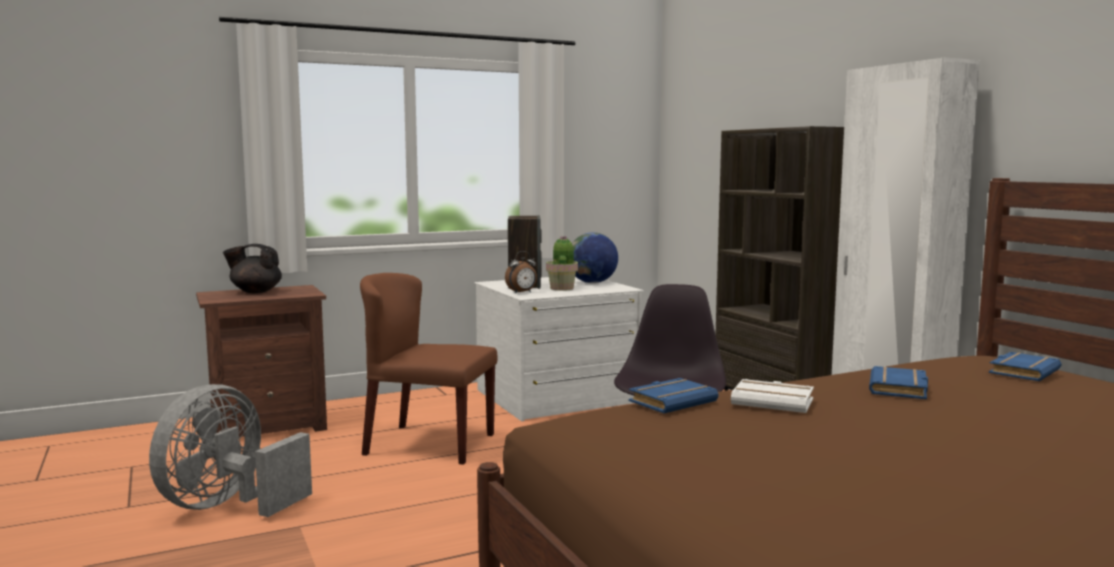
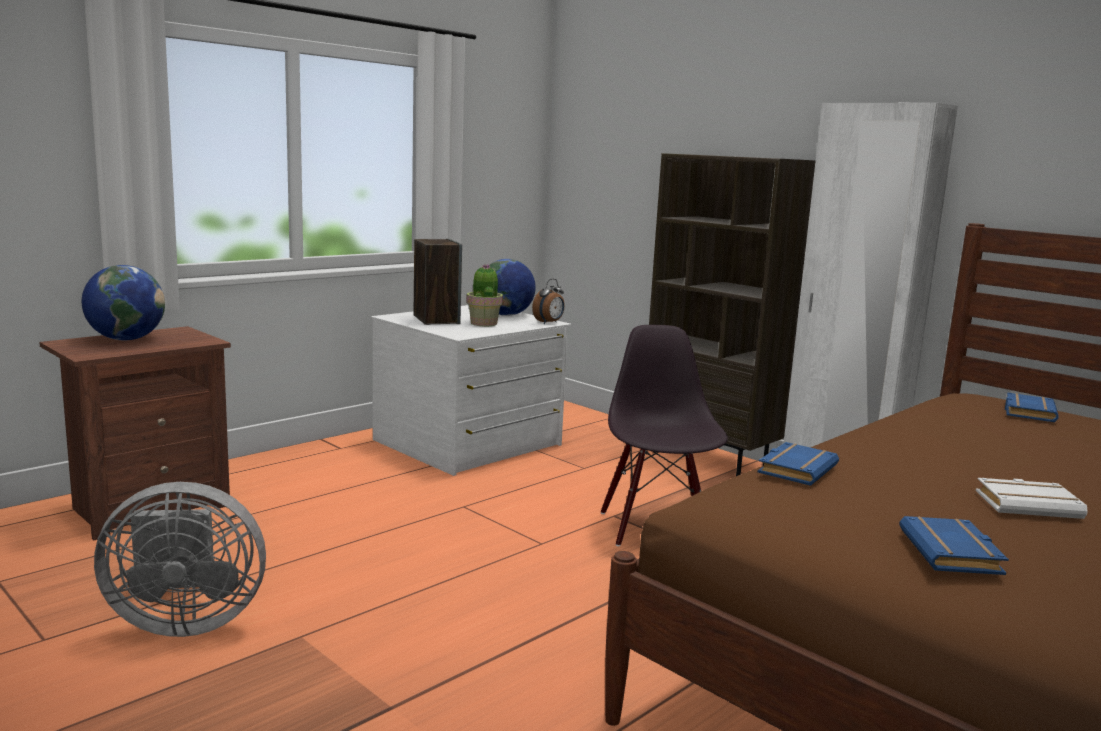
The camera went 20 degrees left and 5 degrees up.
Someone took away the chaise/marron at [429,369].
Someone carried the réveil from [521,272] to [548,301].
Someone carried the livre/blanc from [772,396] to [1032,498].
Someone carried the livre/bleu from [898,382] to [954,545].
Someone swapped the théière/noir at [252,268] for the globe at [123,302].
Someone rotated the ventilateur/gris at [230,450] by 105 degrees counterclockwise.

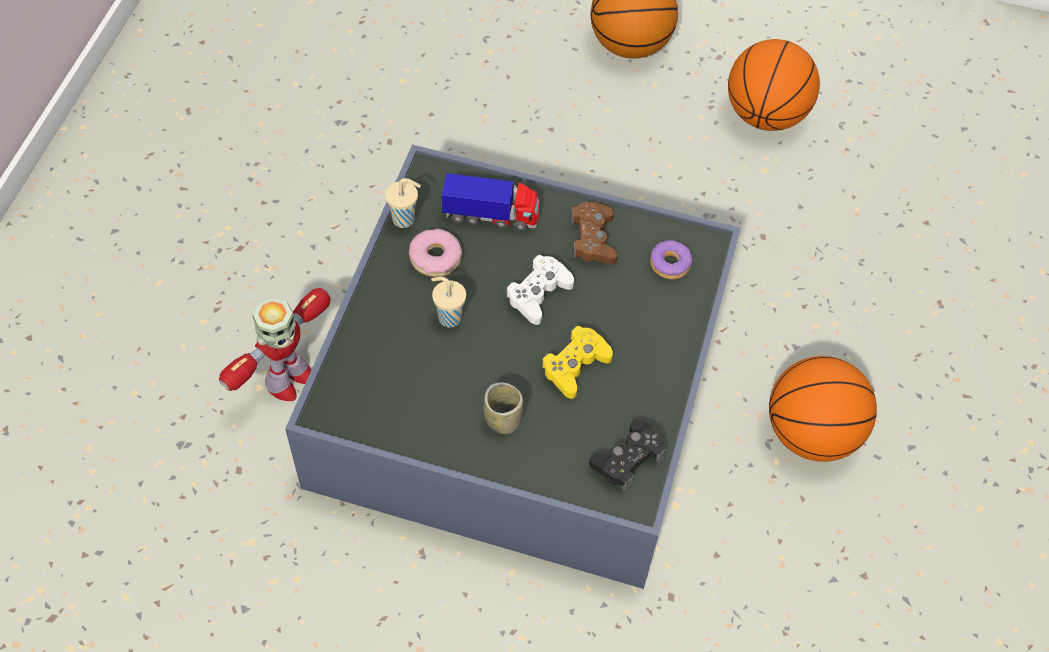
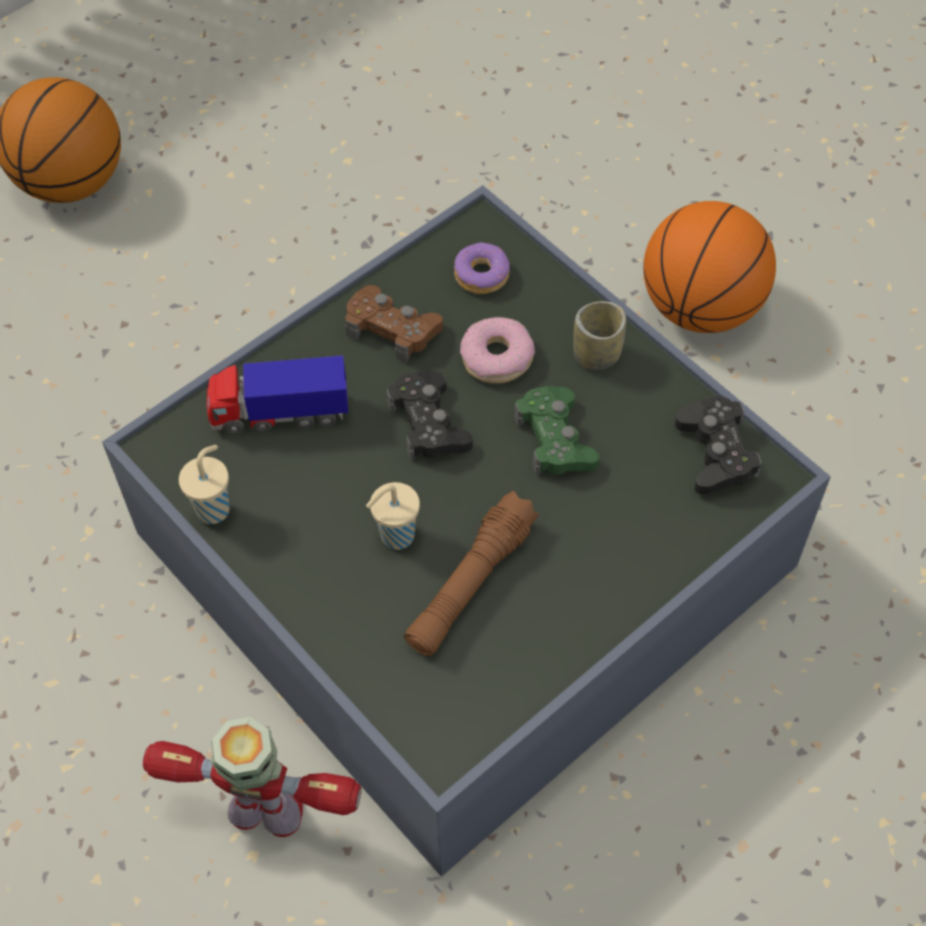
The camera went 55 degrees left and 0 degrees up.
Someone took away the ballon de basket at [774,85].
Someone put down the lampe de poche/marron at [471,573].
Someone carried the beignet from [435,253] to [497,350].
Someone carried the tasse from [503,408] to [599,335].
Someone repainted the manette/blanc at [540,290], which became the manette/noir at [430,415].
Someone repainted the manette/jaune at [577,362], which became the manette/vert at [557,431].
Someone rotated the robot jouet at [275,344] by 60 degrees counterclockwise.
Someone rotated the camion jouet at [490,202] by 135 degrees counterclockwise.

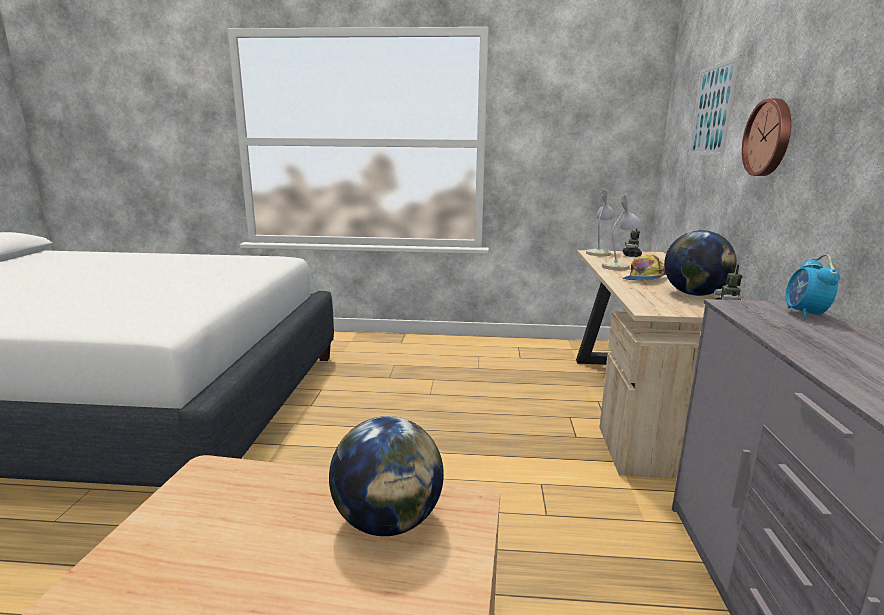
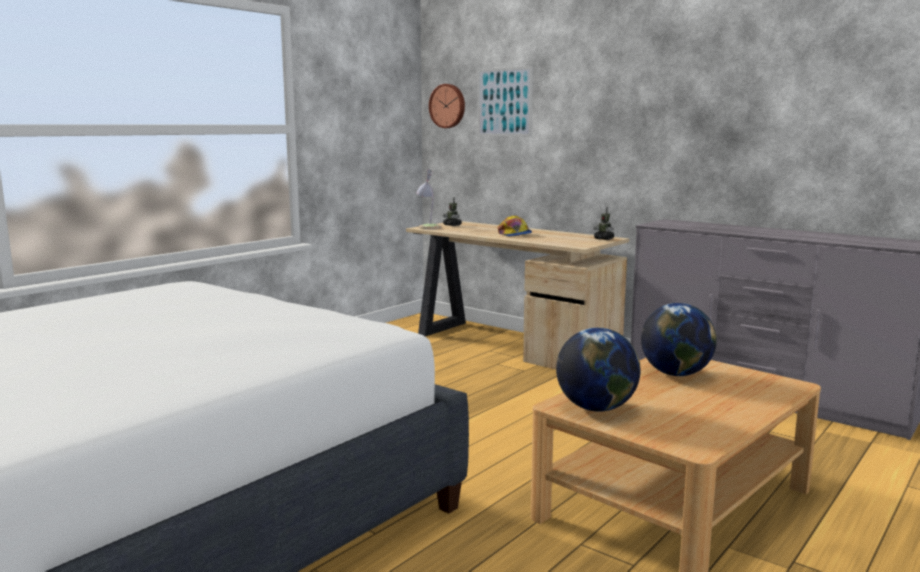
The camera went 55 degrees left and 5 degrees down.
Someone took away the lampe de table at [622,233].
Someone took away the réveil at [813,286].
Someone carried the globe from [700,263] to [598,370].
Someone carried the horloge murale from [766,137] to [447,106].

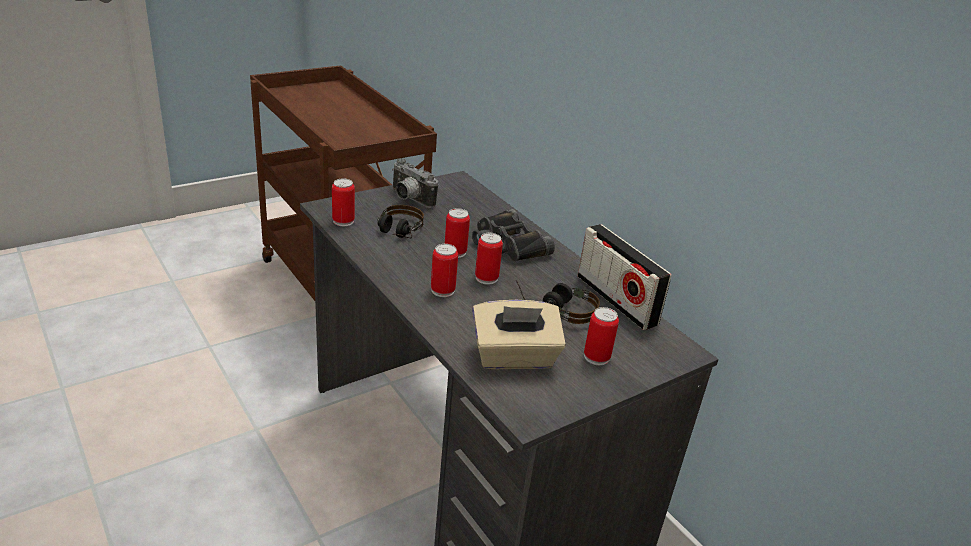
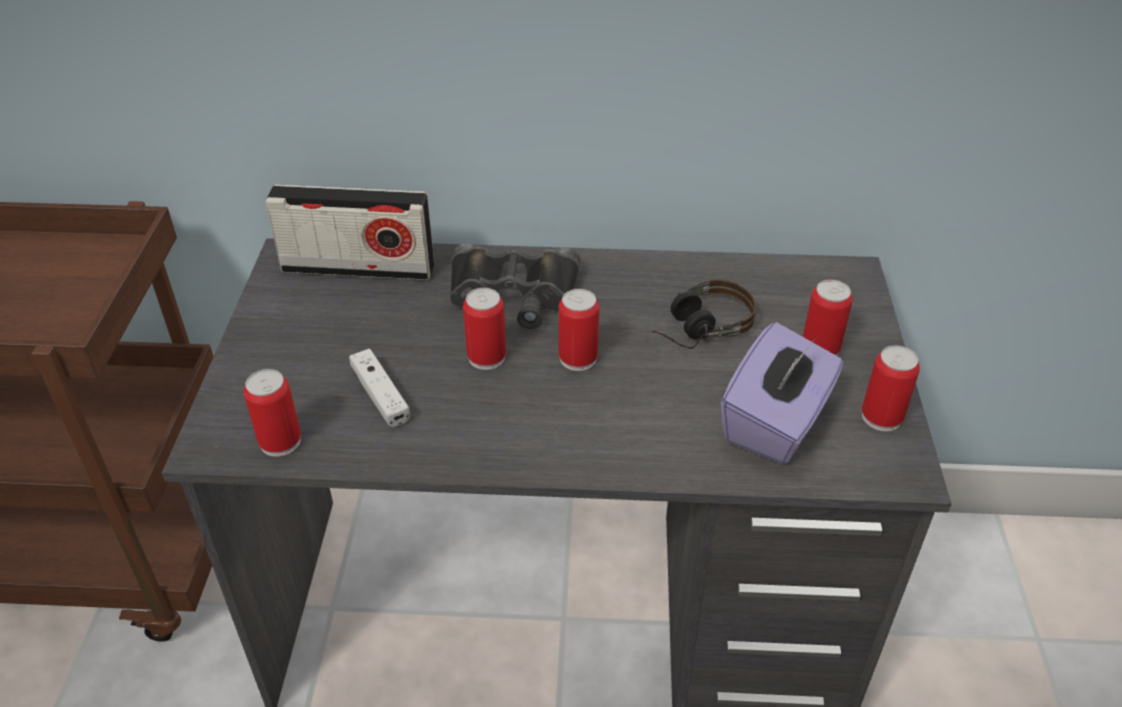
The camera went 50 degrees left and 10 degrees up.
Someone took away the appareil photo at [415,183].
Someone carried the boîte métallique from [444,270] to [891,388].
Someone carried the radio from [625,277] to [350,232].
Someone swapped the casque audio at [400,222] for the manette/blanc at [379,388].
Someone repainted the boîte à mouchoirs/beige at [519,334], which became the boîte à mouchoirs/violet at [782,393].

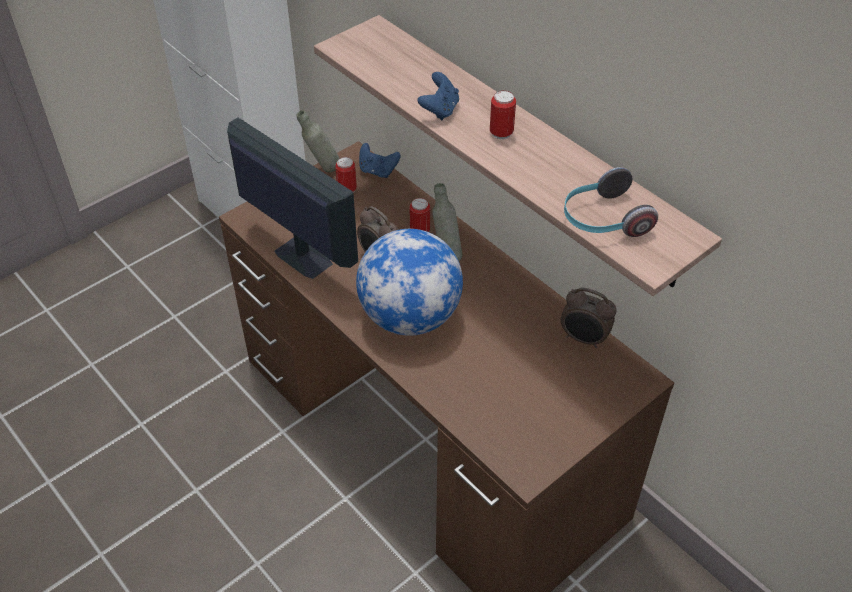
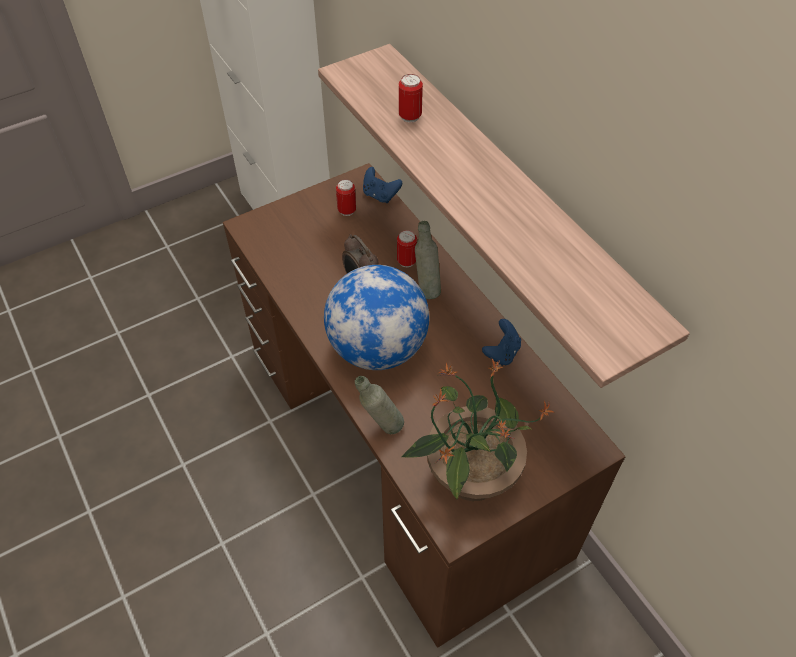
The camera went 10 degrees right and 5 degrees up.
Someone took away the écran d'ordinateur at [292,198].
Someone took away the réveil at [588,318].
Someone took away the casque audio at [611,202].
Someone put down the plante en pot at [477,430].
Someone carried the bouteille/gris from [318,141] to [379,405].
Someone carried the manette/bleu from [438,96] to [501,342].
Someone carried the boîte métallique from [503,115] to [411,98].

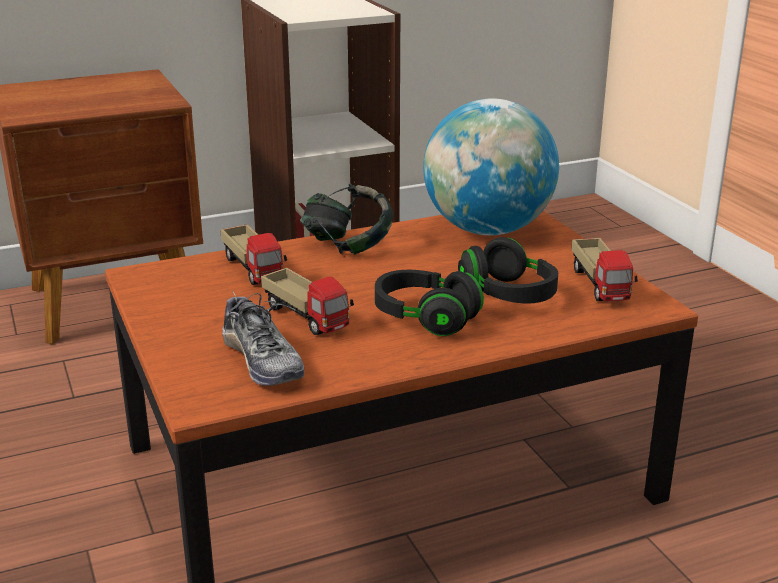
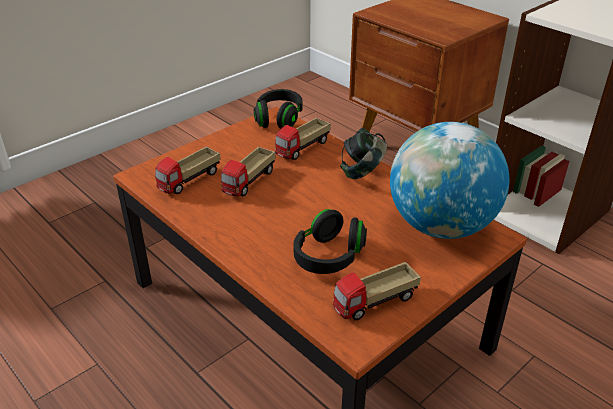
The camera went 70 degrees right and 10 degrees up.
Someone carried the casque audio/noir from [429,303] to [278,109].
Someone swapped the chaussure at [263,338] for the camion jouet at [188,170].

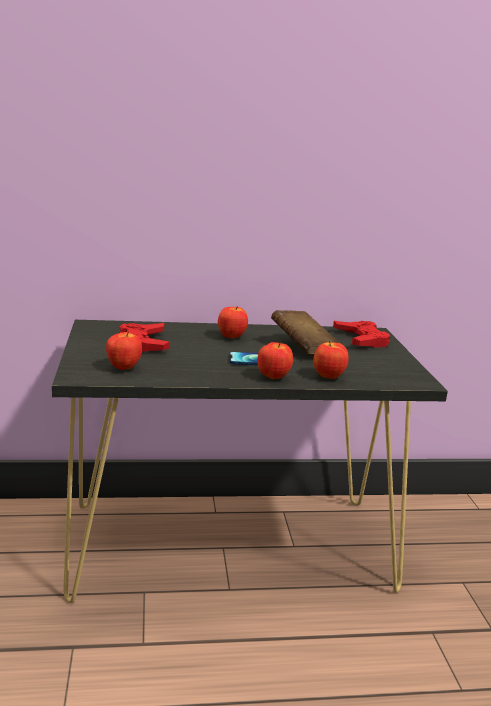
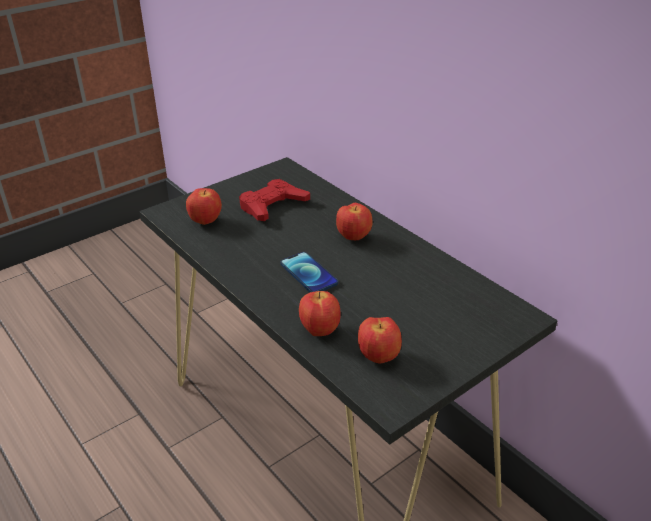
The camera went 60 degrees right and 15 degrees up.
Someone took away the livre/marron at [305,332].
Someone took away the manette/rouge at [361,334].
Someone carried the pomme from [275,360] to [380,340].

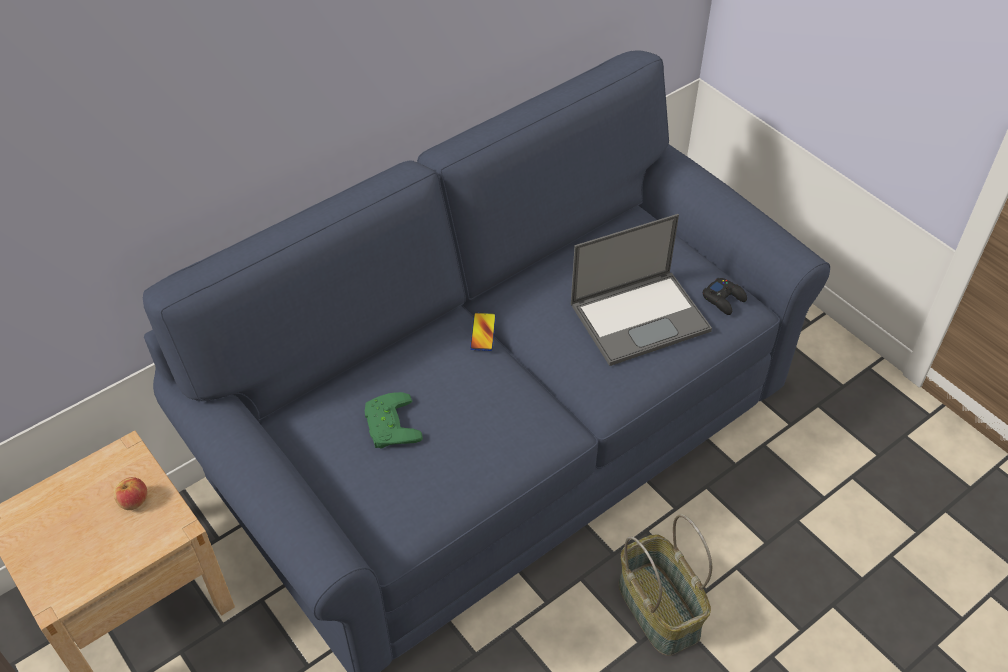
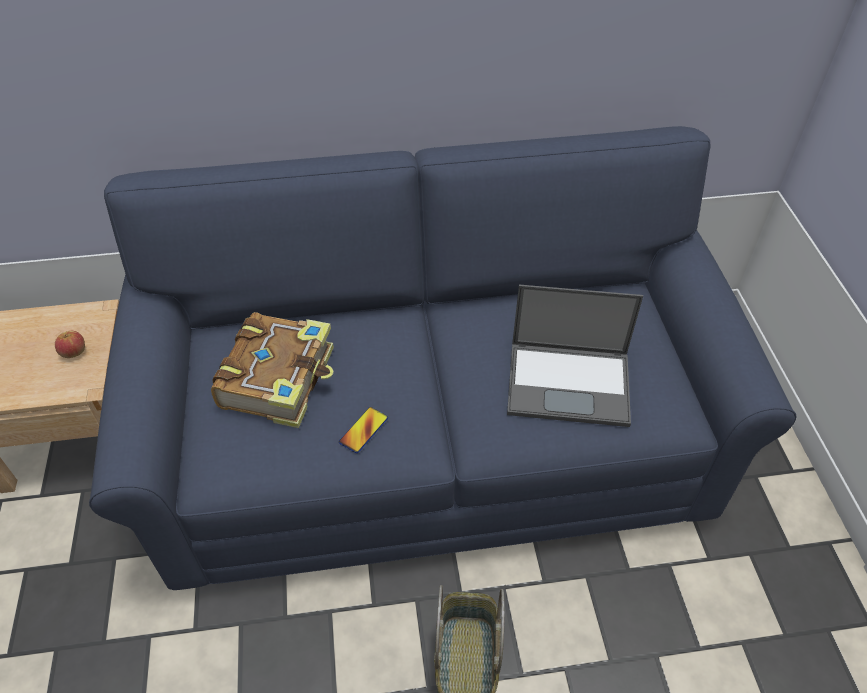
The camera went 30 degrees right and 0 degrees up.
Someone took away the manette/noir at [724,296].
Someone carried the téléphone from [483,332] to [363,430].
Someone swapped the manette/vert at [394,420] for the livre at [272,370].

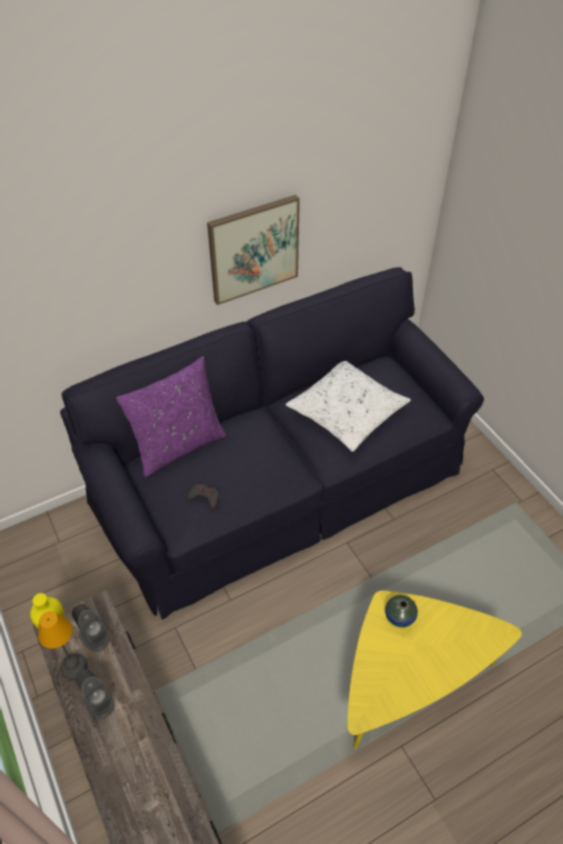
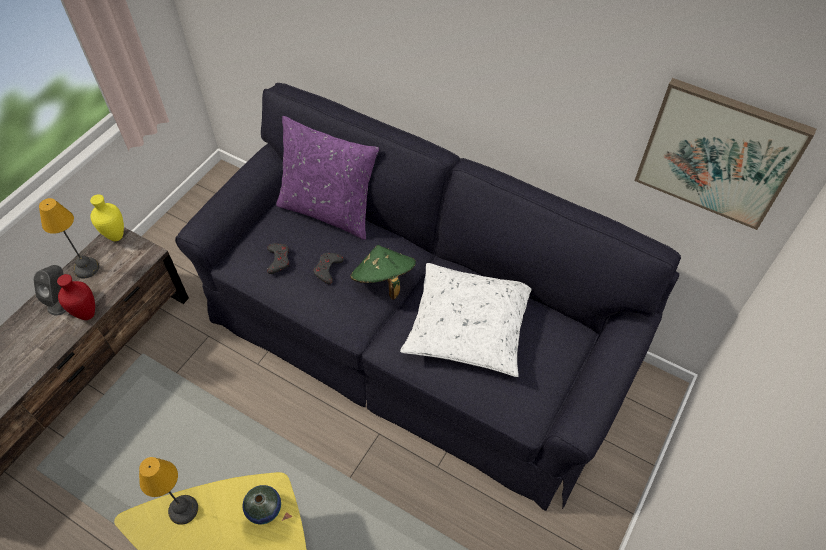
The camera went 60 degrees right and 5 degrees up.
Someone took away the enceinte/gris at [91,628].
Someone put down the vase/rouge at [76,297].
Someone put down the lampe de table at [168,491].
Someone put down the manette/gris at [328,268].
Someone put down the chapeau/vert at [383,272].
Someone carried the tableau from [253,250] to [725,154].

